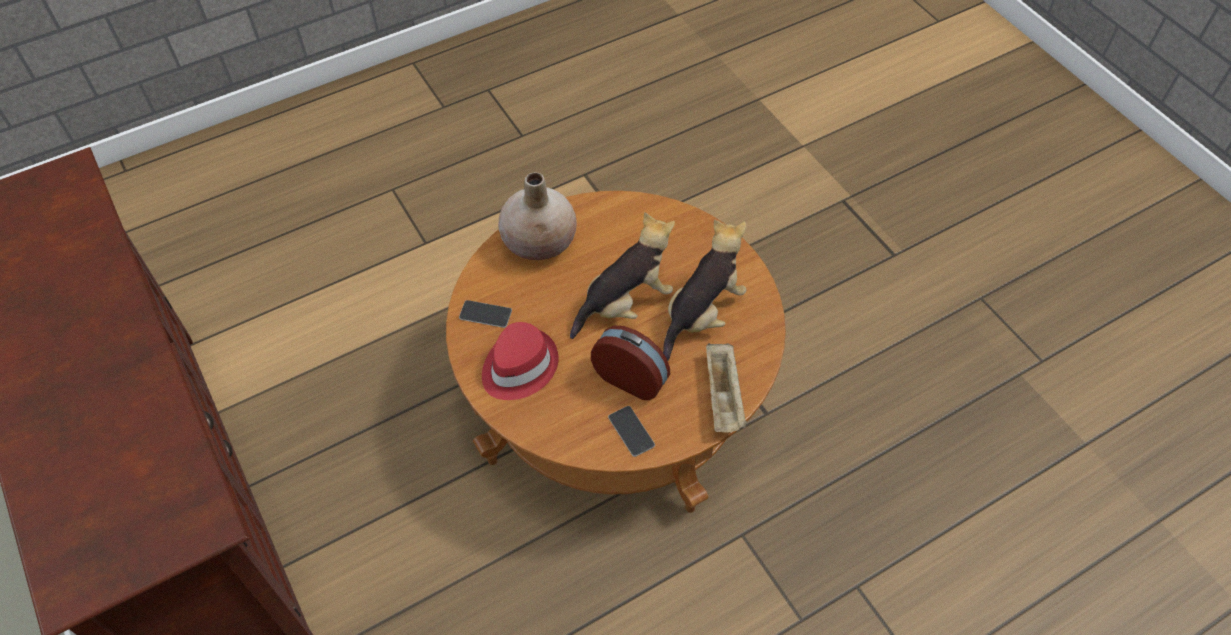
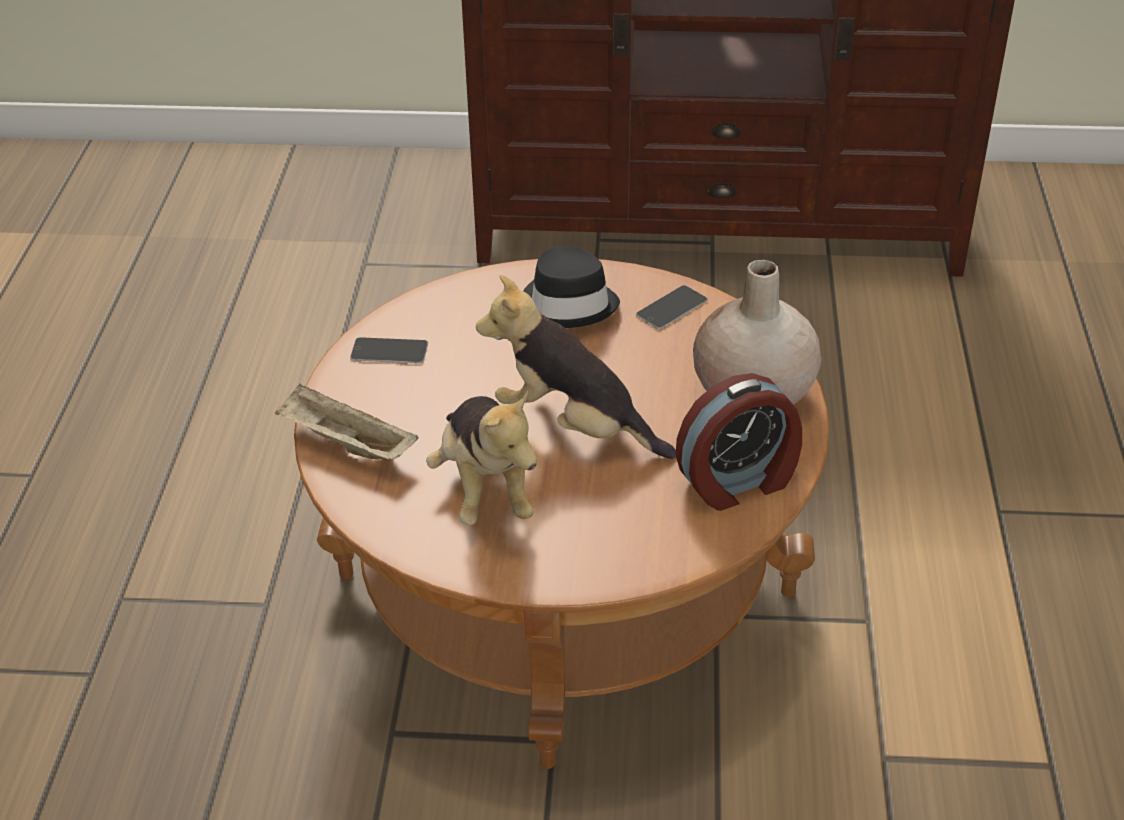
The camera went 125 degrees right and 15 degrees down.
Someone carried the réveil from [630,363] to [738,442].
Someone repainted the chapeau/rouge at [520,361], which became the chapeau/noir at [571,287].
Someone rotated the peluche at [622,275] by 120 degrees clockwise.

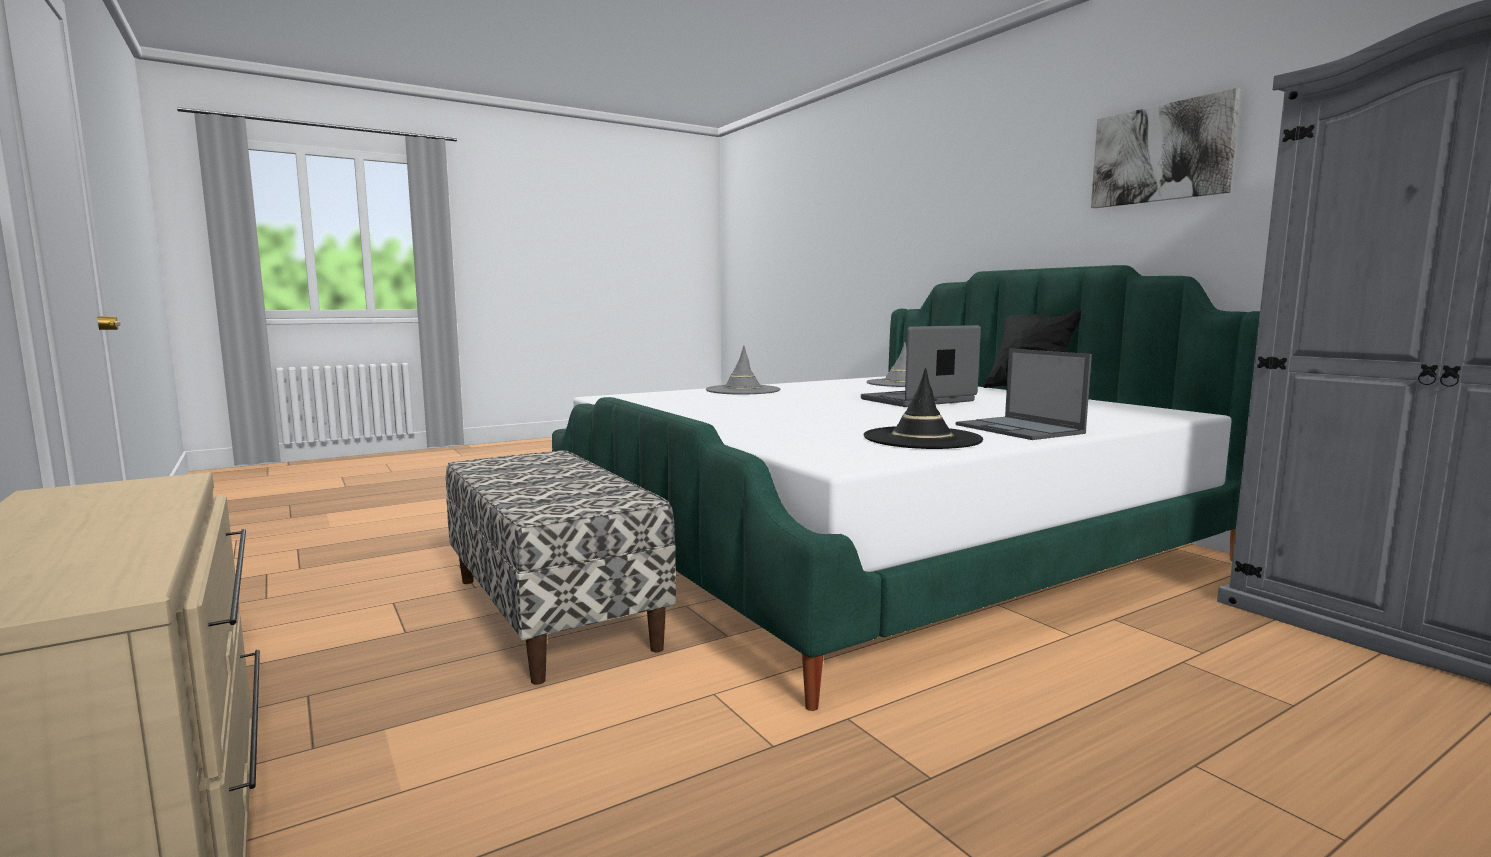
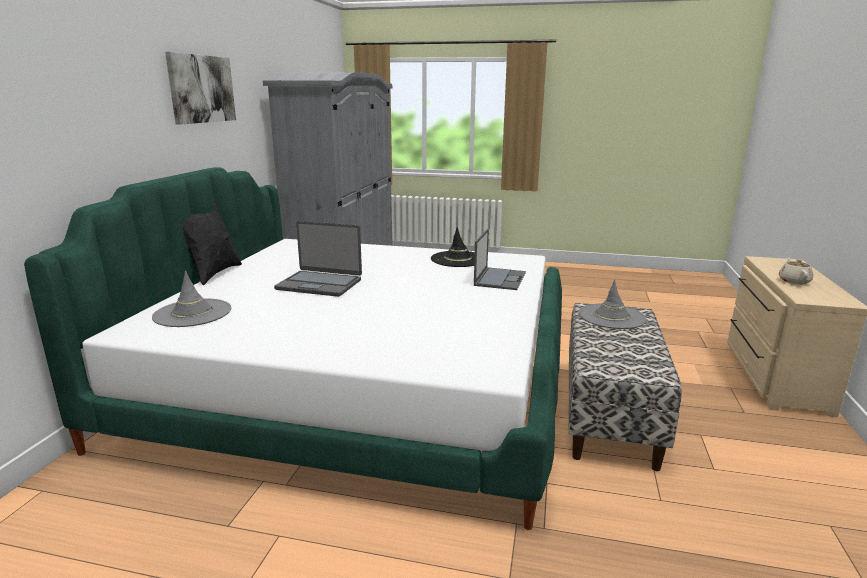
The camera went 135 degrees left and 10 degrees up.
Someone put down the théière/beige at [796,270].
Someone carried the chapeau/gris from [743,370] to [612,304].
Someone carried the ordinateur portable from [1024,394] to [500,259].

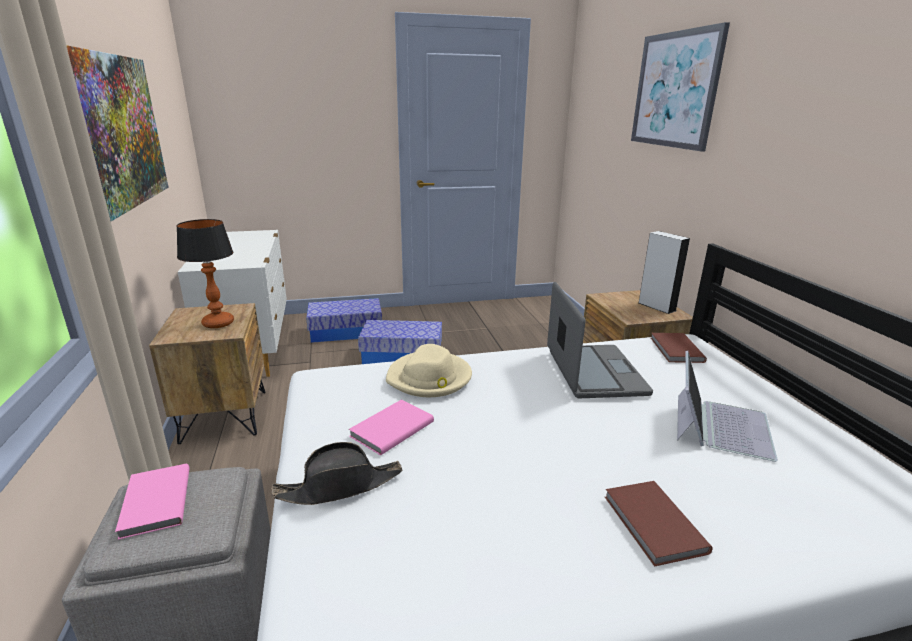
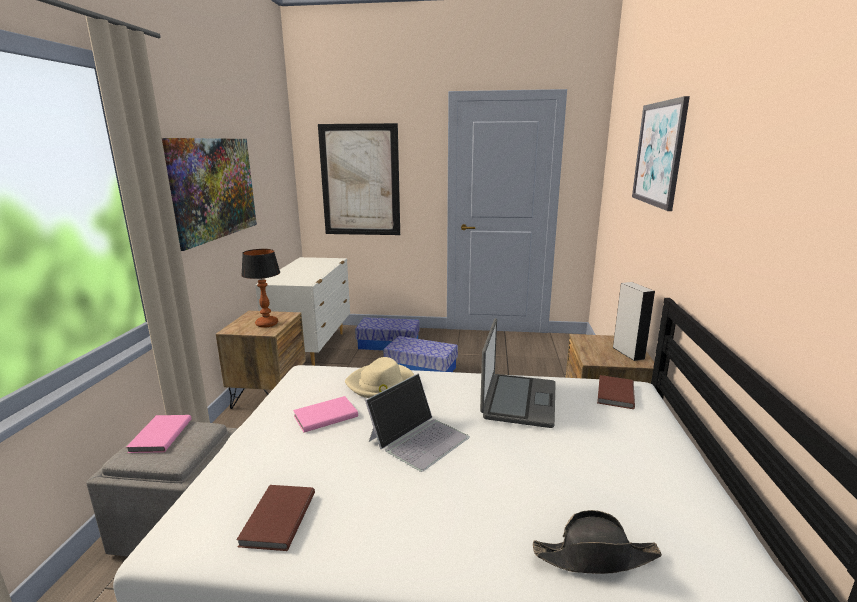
The camera went 20 degrees right and 5 degrees down.
Someone put up the tableau at [359,179].
Someone carried the chapeau/noir from [337,473] to [597,542].
Someone carried the livre/marron from [659,524] to [275,518].
Someone carried the ordinateur portable from [727,406] to [417,422].

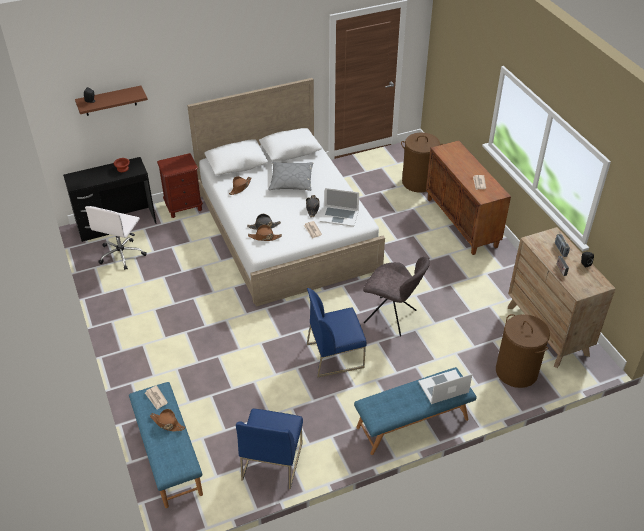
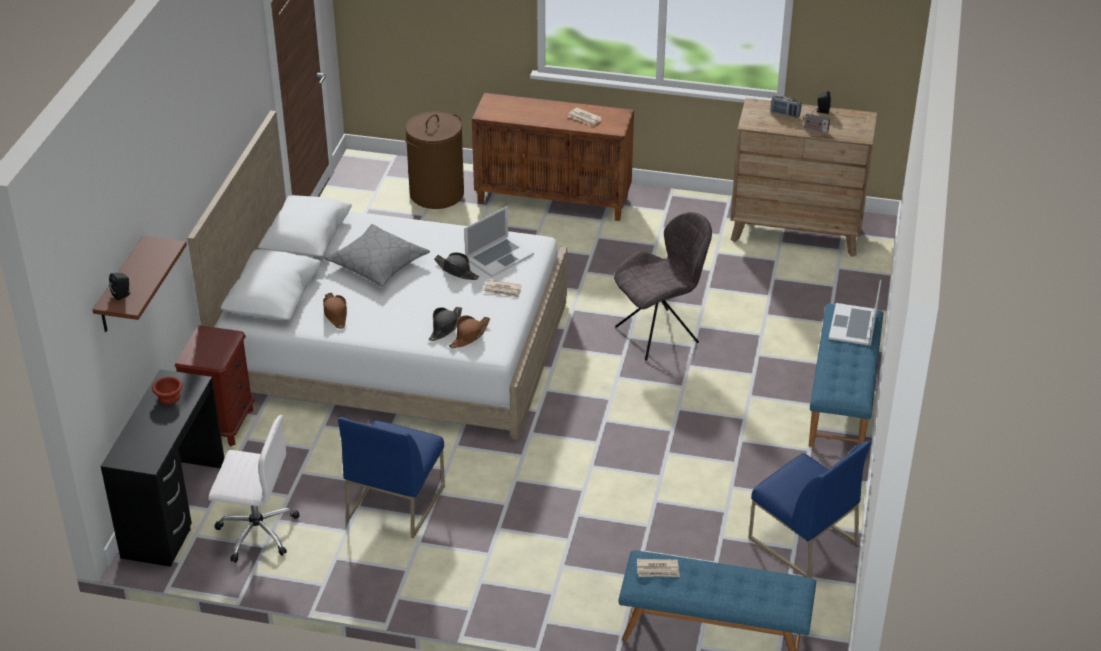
The camera went 55 degrees left and 5 degrees down.
Someone took away the chapeau/marron at [167,420].
Someone took away the panier à linge/marron at [523,351].
Someone carried the chaise/bleu from [337,333] to [391,477].
Someone rotated the chaise de bureau/blanc at [116,238] by 45 degrees counterclockwise.

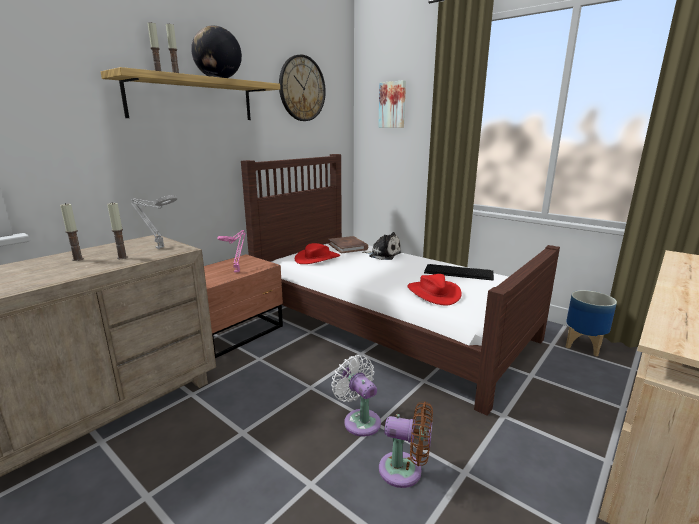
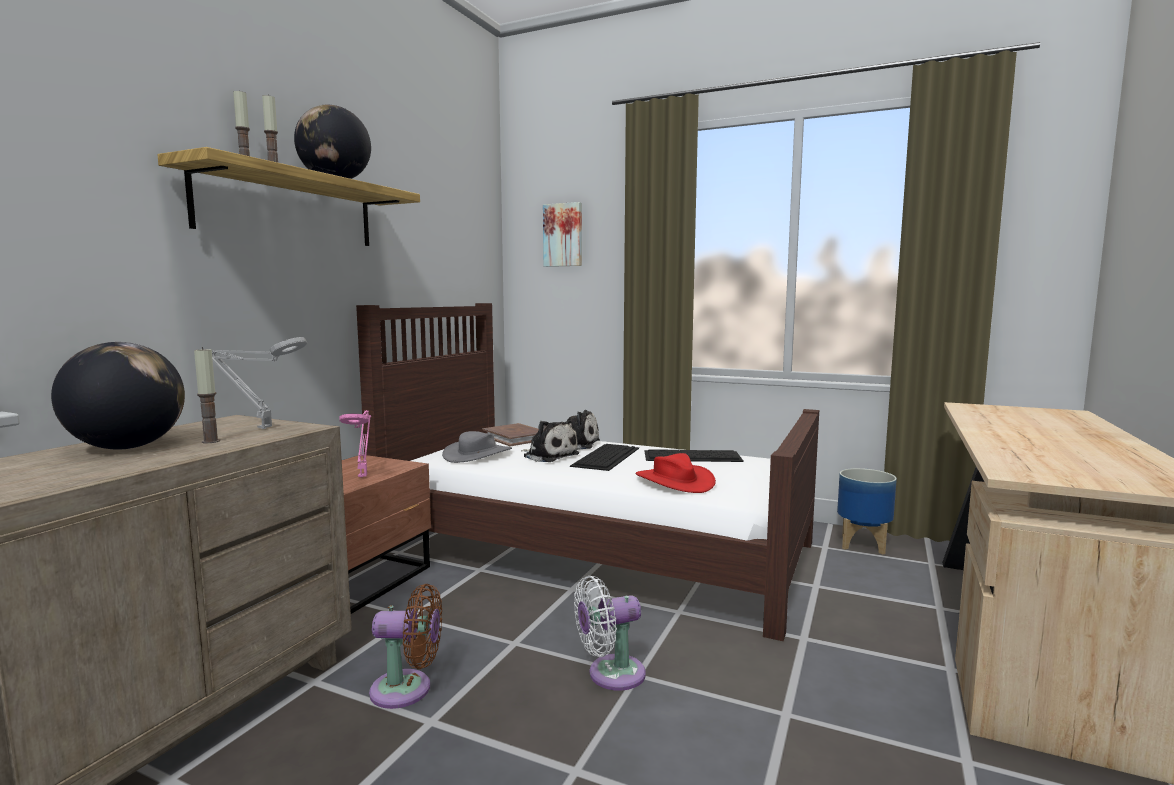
The camera went 15 degrees left and 10 degrees down.
Someone took away the horloge murale at [302,88].
Someone put down the peluche at [550,441].
Someone put down the clavier at [604,457].
Someone carried the ventilateur/marron from [406,444] to [405,646].
Someone swapped the bougie at [72,232] for the globe at [118,395].
Someone repainted the chapeau/rouge at [317,253], which became the chapeau/gris at [477,447].
Someone rotated the ventilateur/blanc at [356,396] by 60 degrees counterclockwise.

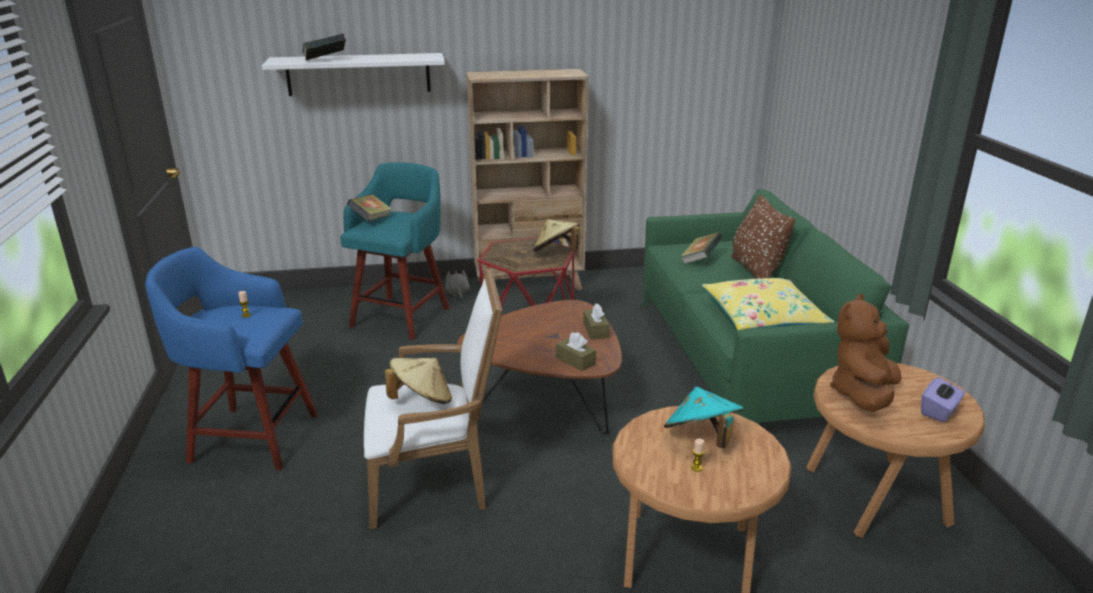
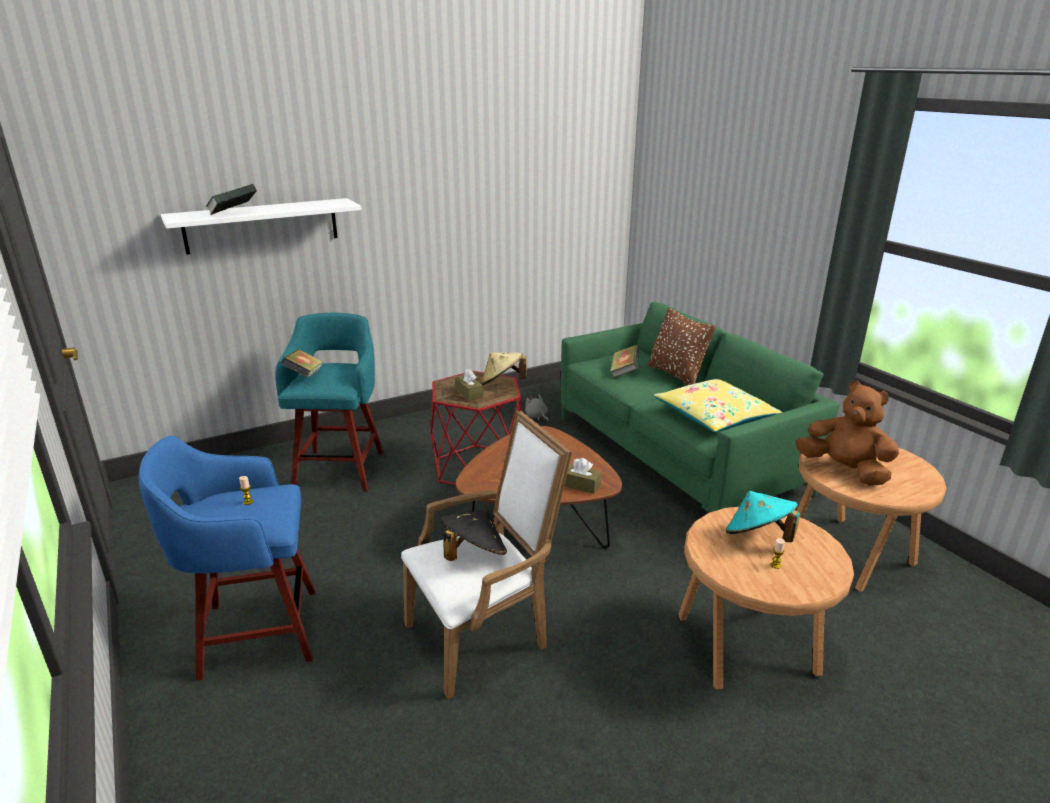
The camera went 20 degrees left and 0 degrees up.
Someone took away the bibliothèque/beige at [527,179].
Someone took away the boîte à mouchoirs/violet at [943,399].
Someone carried the peluche/gris from [457,285] to [537,408].
Someone carried the boîte à mouchoirs/marron from [596,321] to [469,385].
Someone repainted the chapeau/beige at [418,381], which became the chapeau/noir at [473,535].
Someone rotated the peluche/marron at [865,353] by 120 degrees clockwise.

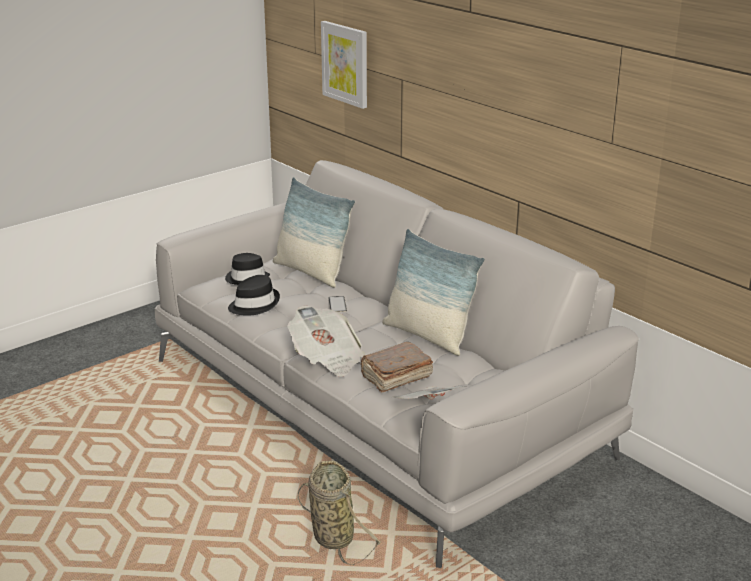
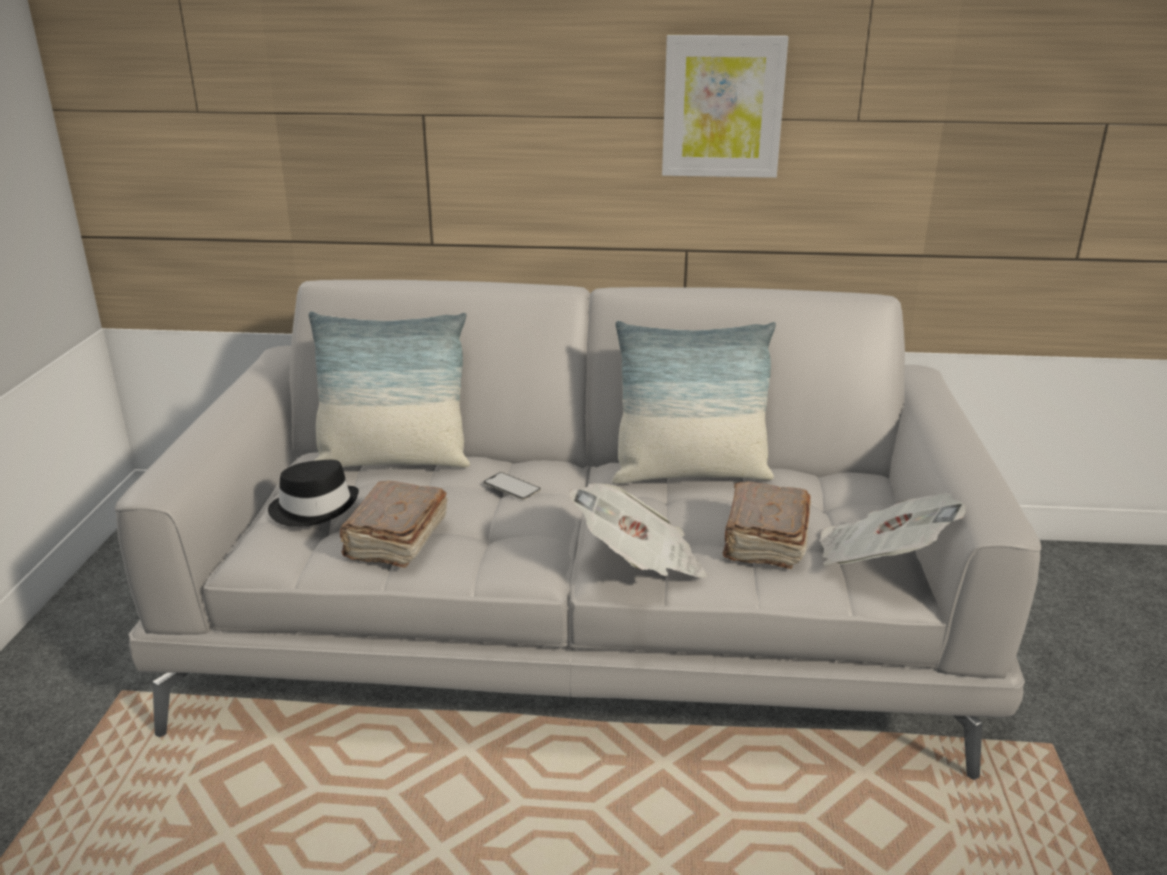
The camera went 45 degrees left and 0 degrees up.
Someone took away the panier at [339,513].
Someone carried the tableau from [344,65] to [725,106].
Someone swapped the chapeau/noir at [254,295] for the livre/marron at [394,524].

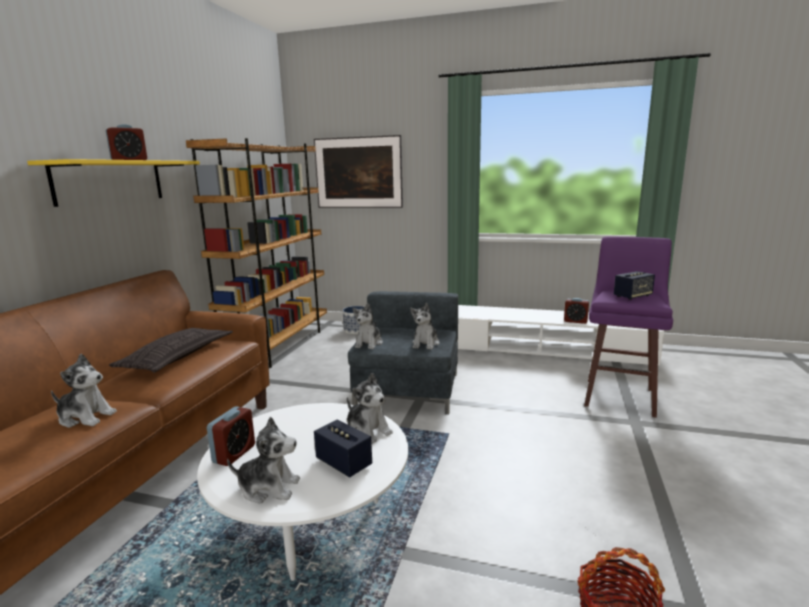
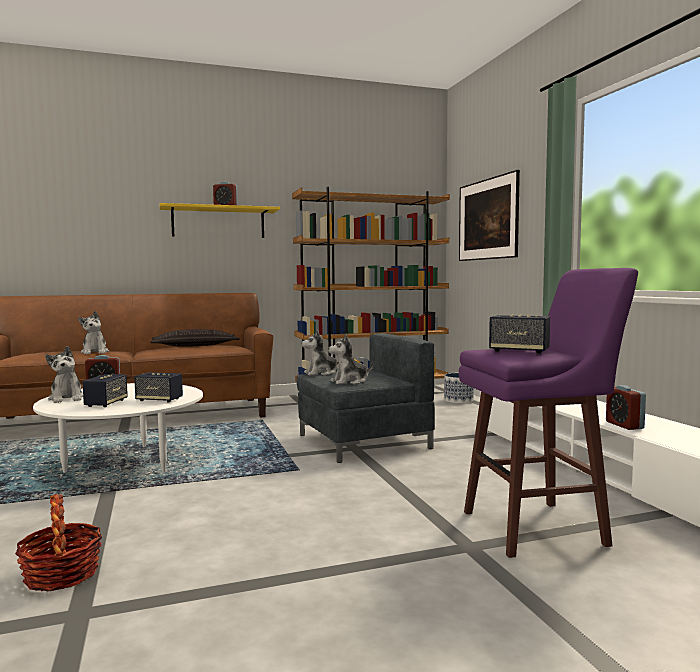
The camera went 55 degrees right and 10 degrees down.
Someone swapped the peluche at [370,408] for the enceinte at [158,387].

